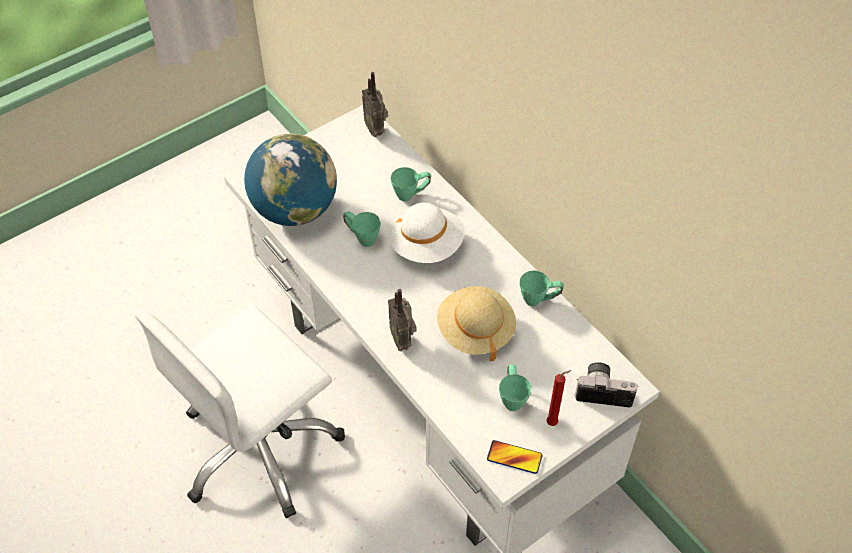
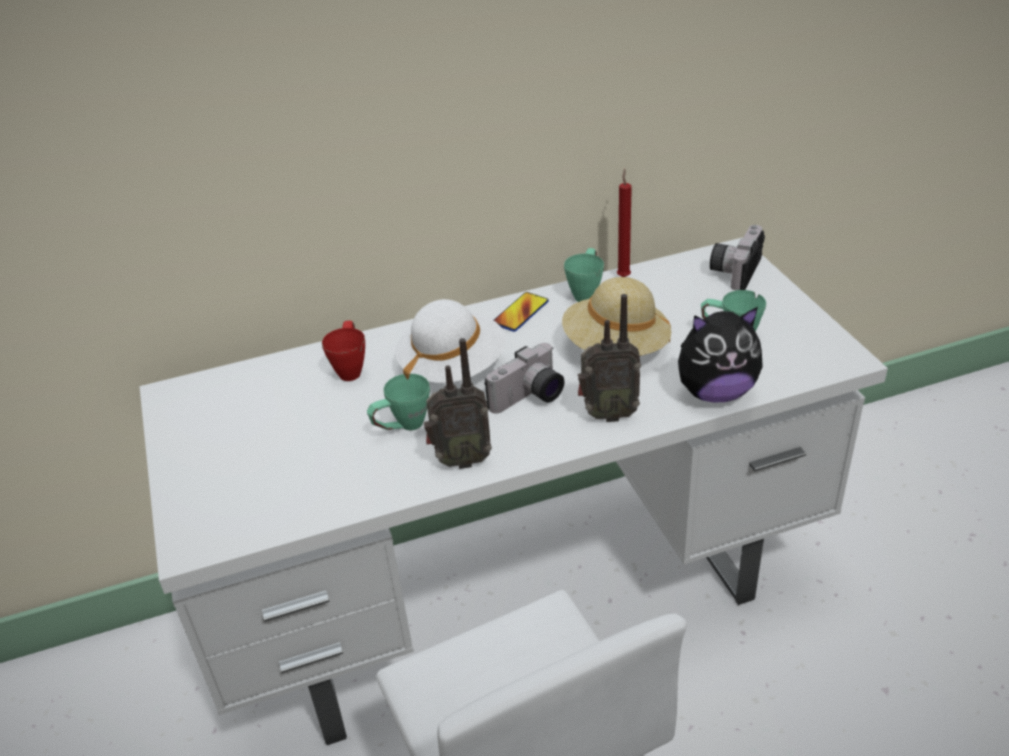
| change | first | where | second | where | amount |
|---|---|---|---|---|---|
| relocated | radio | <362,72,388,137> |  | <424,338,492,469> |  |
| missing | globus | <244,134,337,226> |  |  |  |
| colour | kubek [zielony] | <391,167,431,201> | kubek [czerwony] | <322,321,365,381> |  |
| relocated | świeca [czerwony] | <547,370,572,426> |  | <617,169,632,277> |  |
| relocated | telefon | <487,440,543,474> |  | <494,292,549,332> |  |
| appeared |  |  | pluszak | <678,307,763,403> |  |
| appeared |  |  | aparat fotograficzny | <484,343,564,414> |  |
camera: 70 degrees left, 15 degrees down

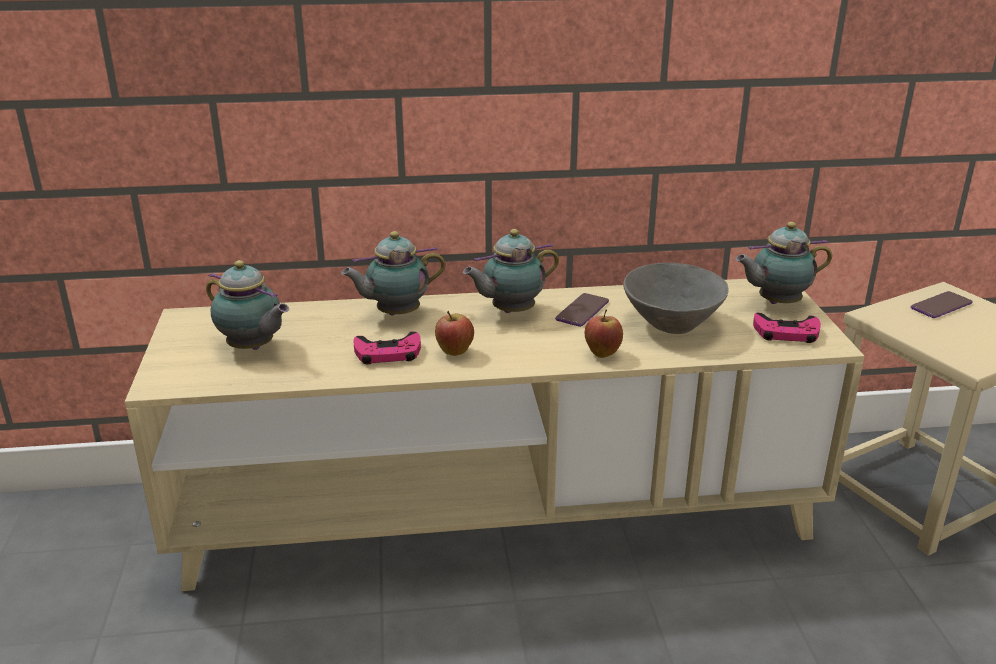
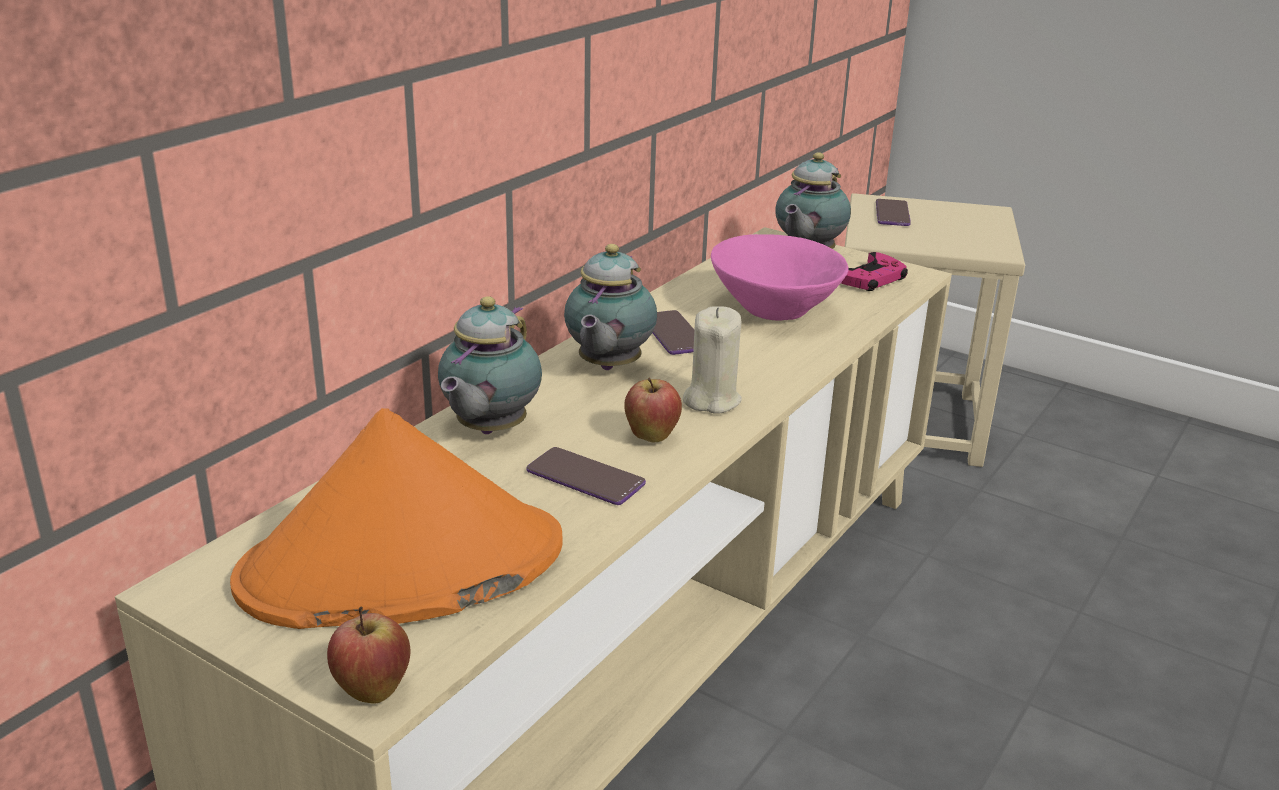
| change | first | where | second | where | amount |
|---|---|---|---|---|---|
| exchanged | imbryk | <206,260,289,350> | kapelusz [pomarańczowy] | <230,408,563,629> |  |
| colour | miska [szary] | <623,263,729,334> | miska [różowy] | <711,234,848,320> |  |
| relocated | jabłko | <585,309,623,358> |  | <327,606,410,704> |  |
| exchanged | pad do gier [różowy] | <354,331,421,364> | telefon | <526,447,646,505> |  |
| appeared |  |  | świeca [beżowy] | <683,306,742,414> |  |
camera: 50 degrees left, 0 degrees up

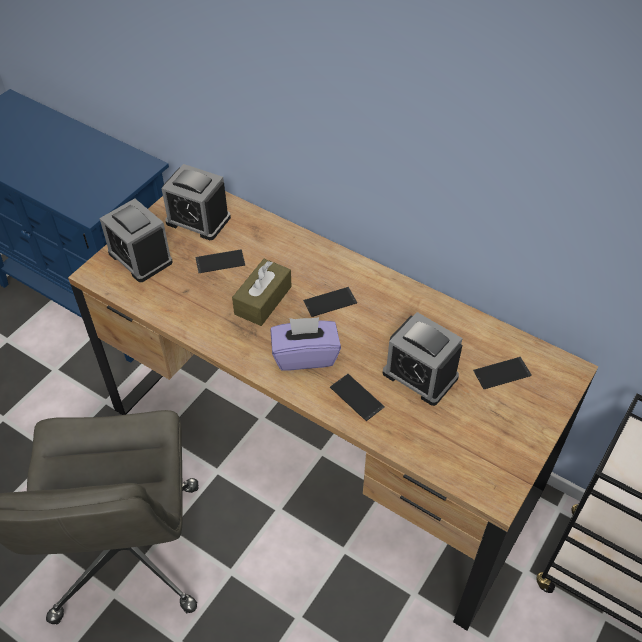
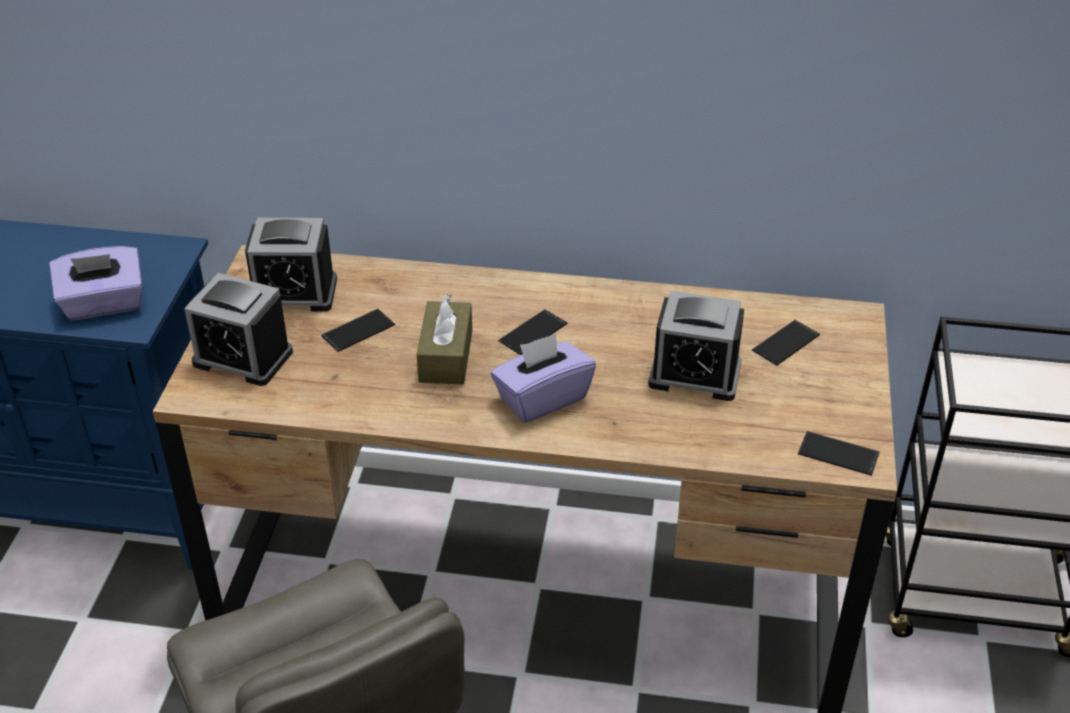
| change | first | where | second | where | amount |
|---|---|---|---|---|---|
| relocated | telefon | <330,374,385,421> |  | <798,431,880,476> |  |
| appeared |  |  | pudełko chusteczek [fioletowy] | <49,246,142,320> |  |
camera: 25 degrees left, 10 degrees down

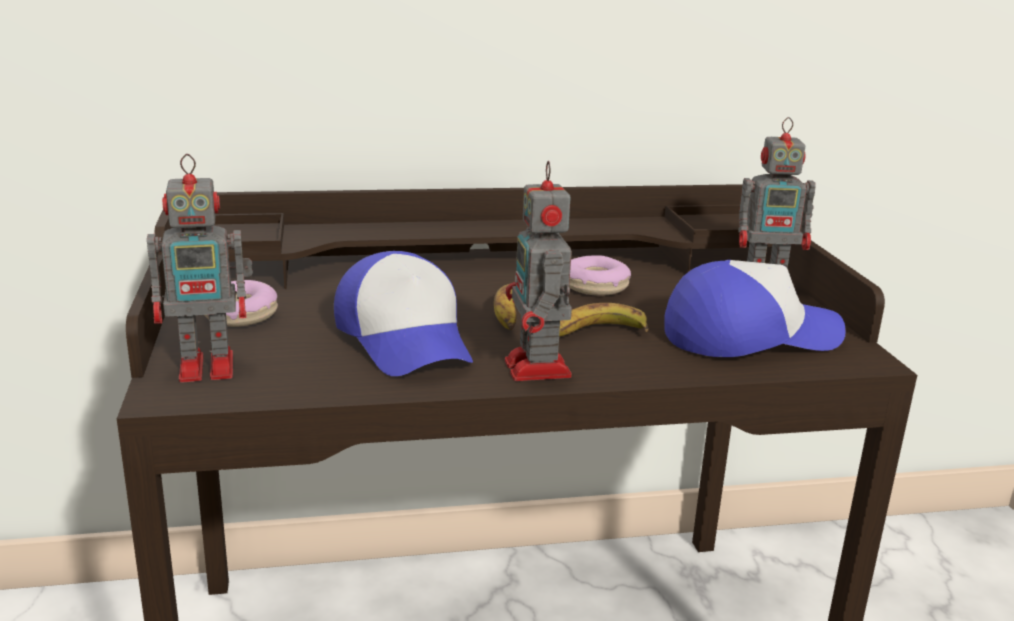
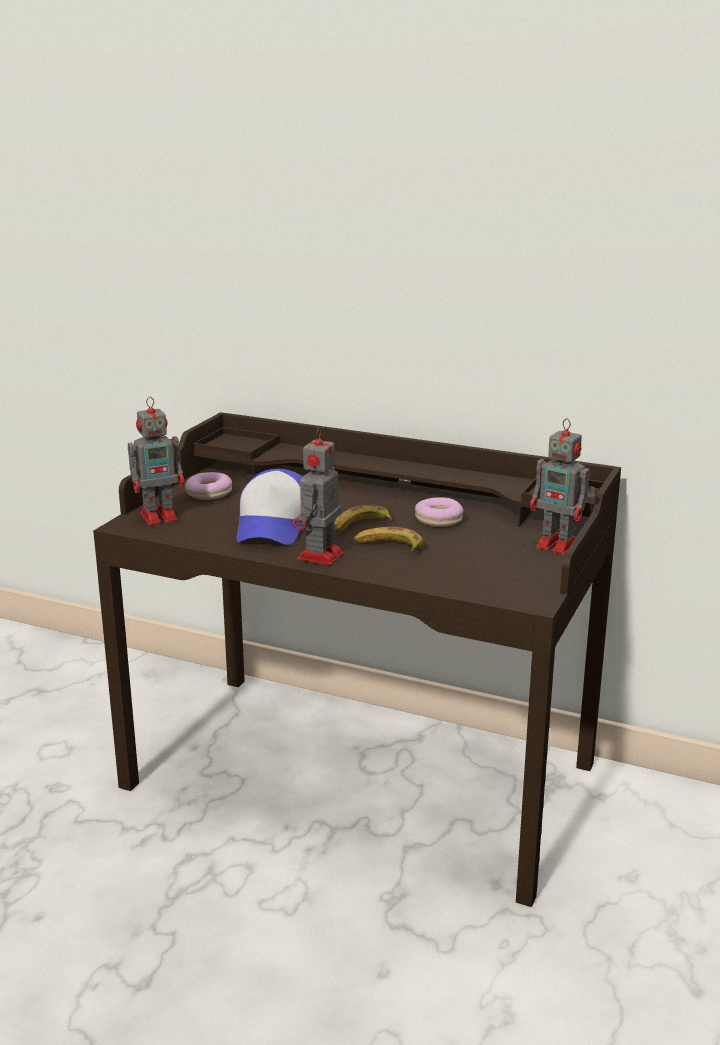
| change | first | where | second | where | amount |
|---|---|---|---|---|---|
| spun | robot zabawkowy | <147,154,253,383> |  | <128,397,184,525> | 45 degrees counterclockwise |
| missing | czapka z daszkiem | <664,260,845,357> |  |  |  |
camera: 35 degrees right, 0 degrees up

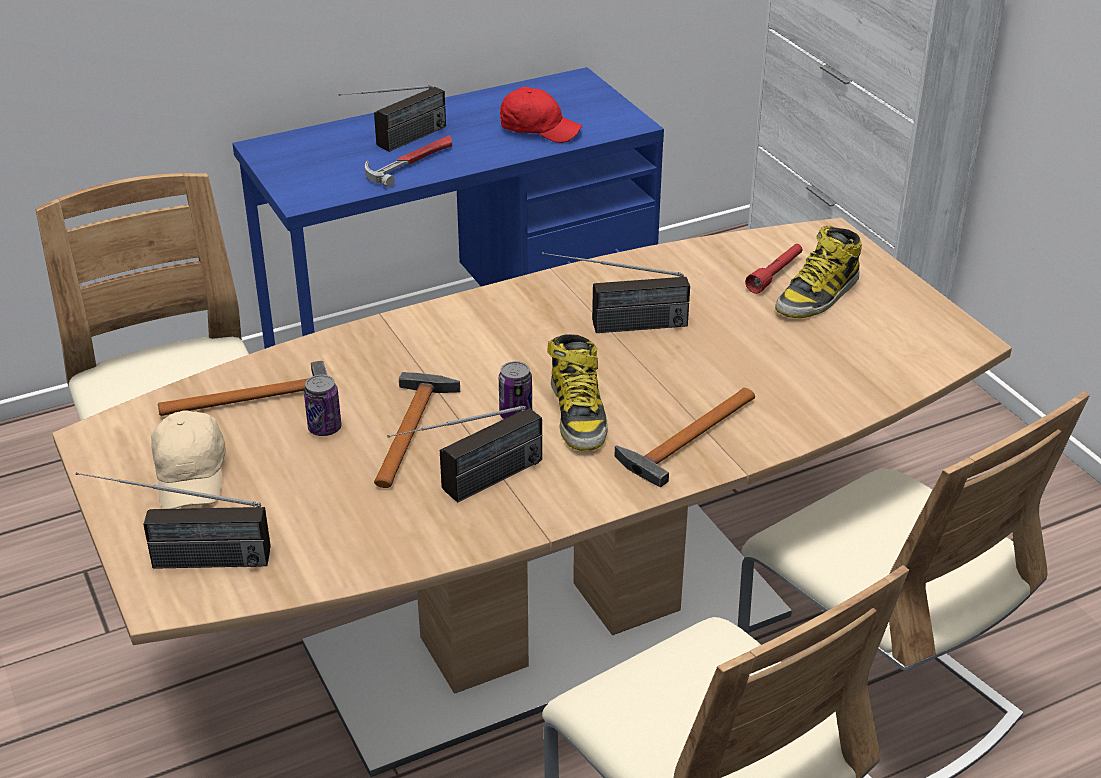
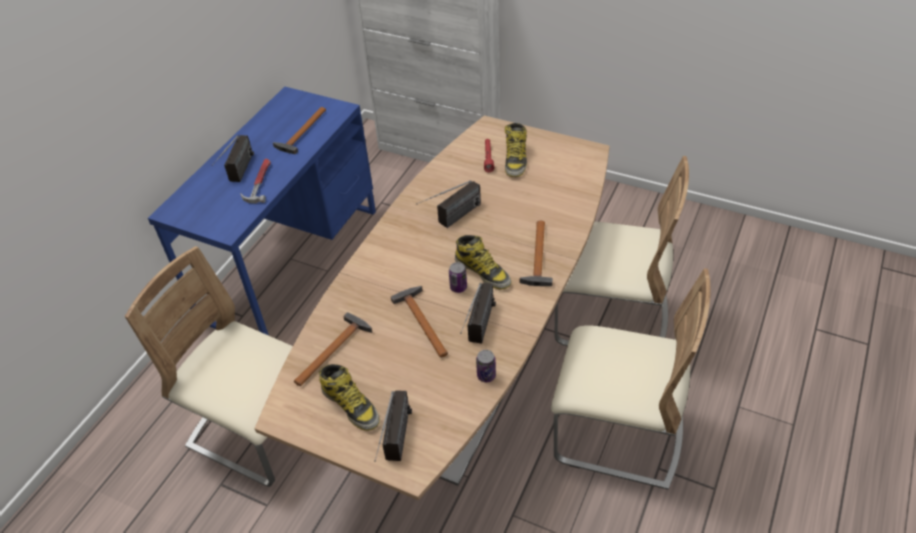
| change | first | where | second | where | amount |
|---|---|---|---|---|---|
| exchanged | czapka z daszkiem [czerwony] | <500,87,582,143> | młotek | <273,107,326,154> |  |
| relocated | puszka | <304,375,341,436> |  | <476,350,496,382> |  |
| exchanged | czapka z daszkiem [beżowy] | <151,410,226,509> | but z cholewką | <319,364,380,431> |  |
| spun | radio | <76,472,271,569> |  | <374,390,412,462> | 45 degrees counterclockwise |
camera: 35 degrees left, 10 degrees up

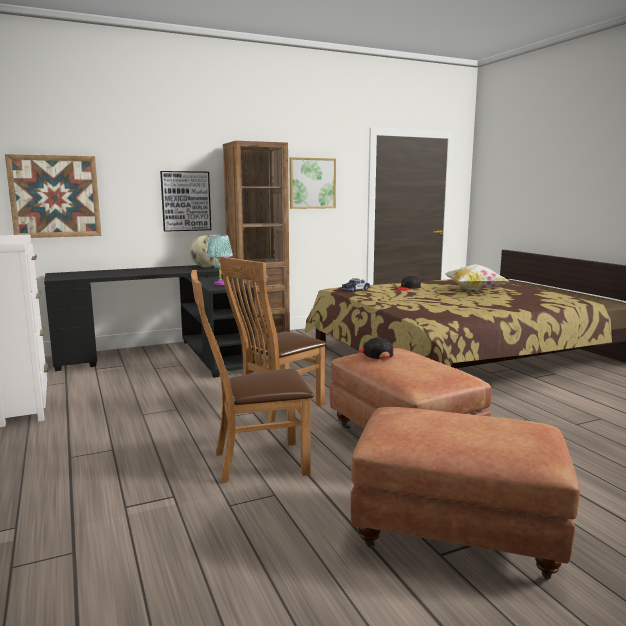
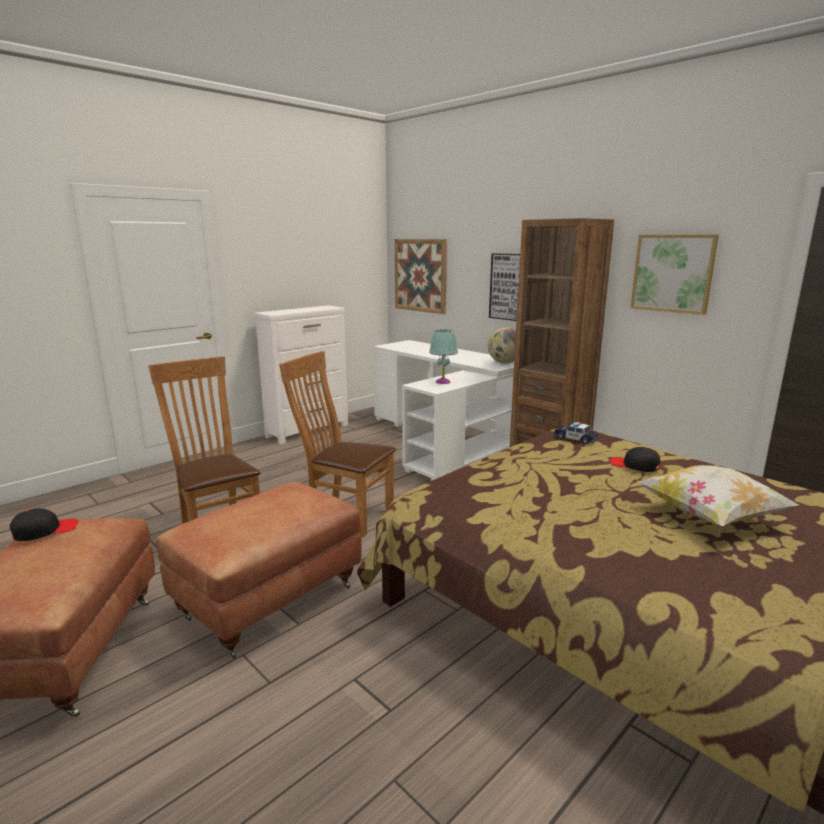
| change | first | where | second | where | amount |
|---|---|---|---|---|---|
| colour | biurko [czarny] | <44,265,255,378> | biurko [biały] | <373,340,514,481> |  |
| relocated | czapka z daszkiem [czarny] | <360,337,393,359> |  | <10,508,78,541> |  |
camera: 70 degrees right, 5 degrees up

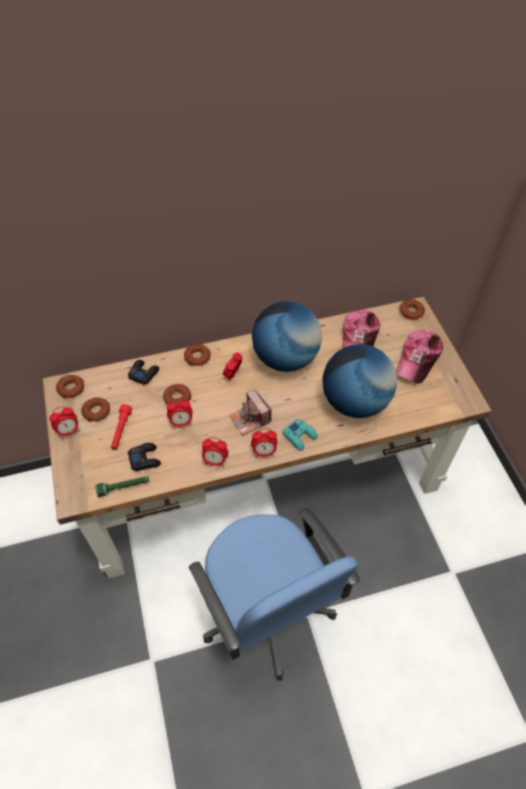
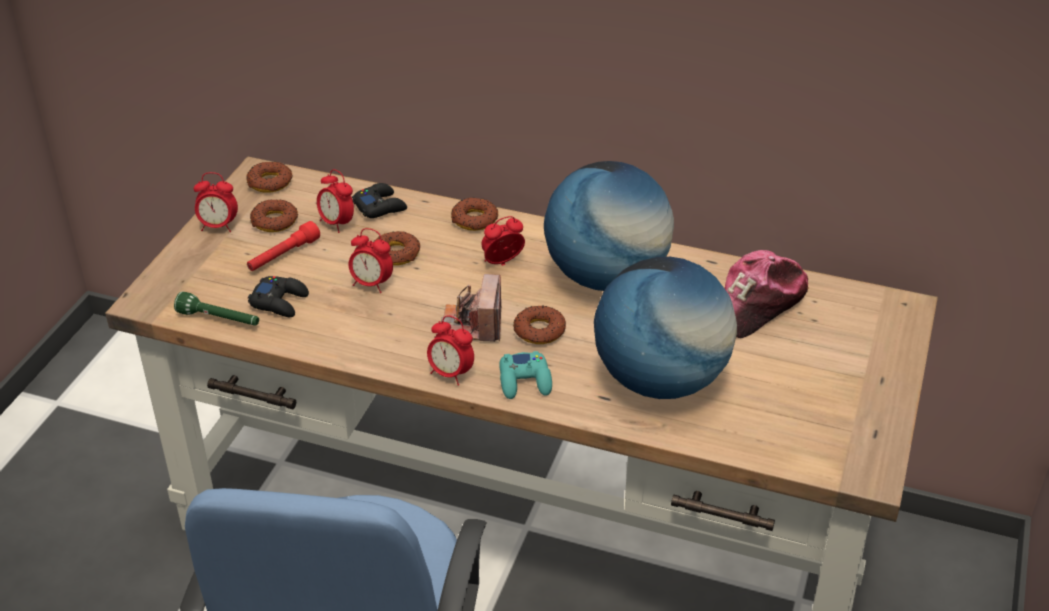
| change | first | where | second | where | amount |
|---|---|---|---|---|---|
| relocated | donut | <400,299,425,319> |  | <513,306,566,344> |  |
| missing | czapka z daszkiem | <396,330,443,384> |  |  |  |
| relocated | budzik | <202,437,228,467> |  | <317,169,354,233> |  |
camera: 35 degrees right, 15 degrees down

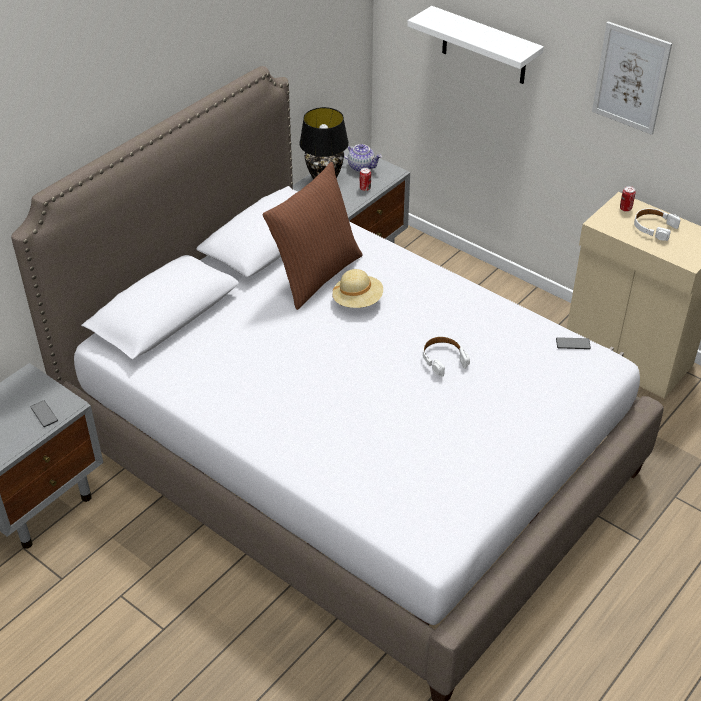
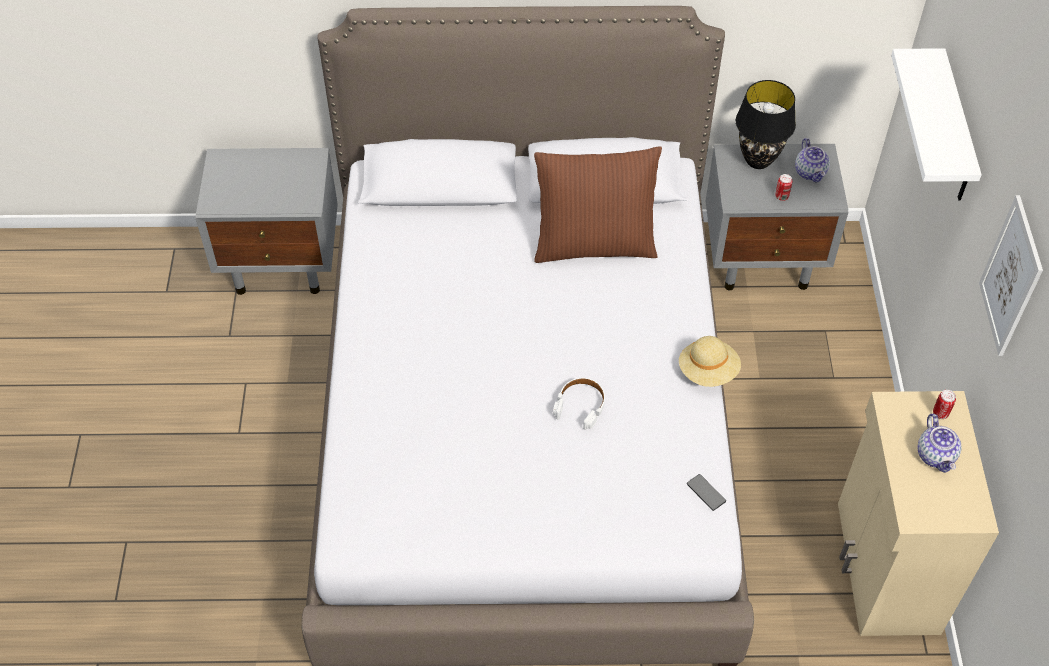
| change | first | where | second | where | amount |
|---|---|---|---|---|---|
| exchanged | słuchawki [biały] | <634,208,680,241> | imbryk | <917,414,961,473> |  |
| relocated | kapelusz [beżowy] | <333,269,383,308> |  | <679,336,741,387> |  |
| missing | telefon | <31,401,58,427> |  |  |  |
camera: 50 degrees right, 10 degrees up

